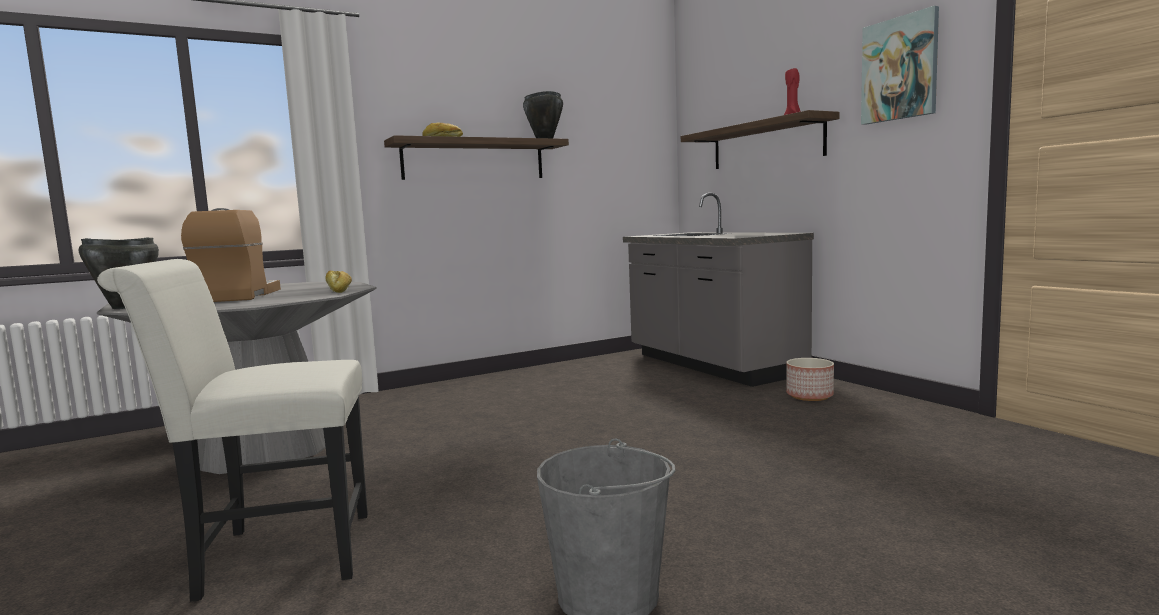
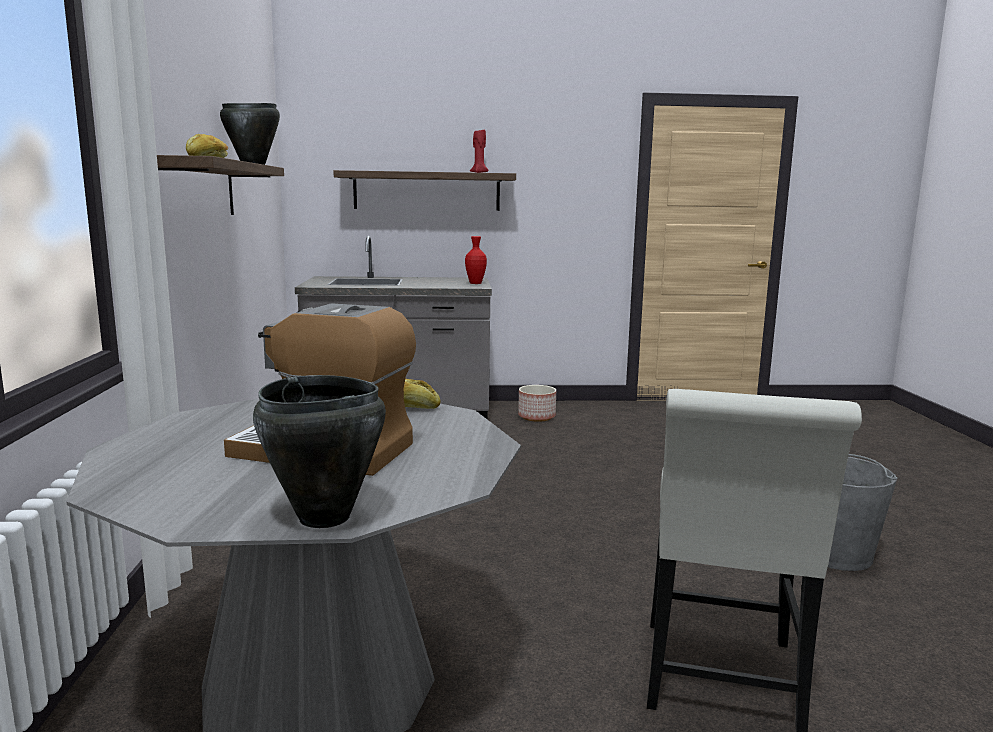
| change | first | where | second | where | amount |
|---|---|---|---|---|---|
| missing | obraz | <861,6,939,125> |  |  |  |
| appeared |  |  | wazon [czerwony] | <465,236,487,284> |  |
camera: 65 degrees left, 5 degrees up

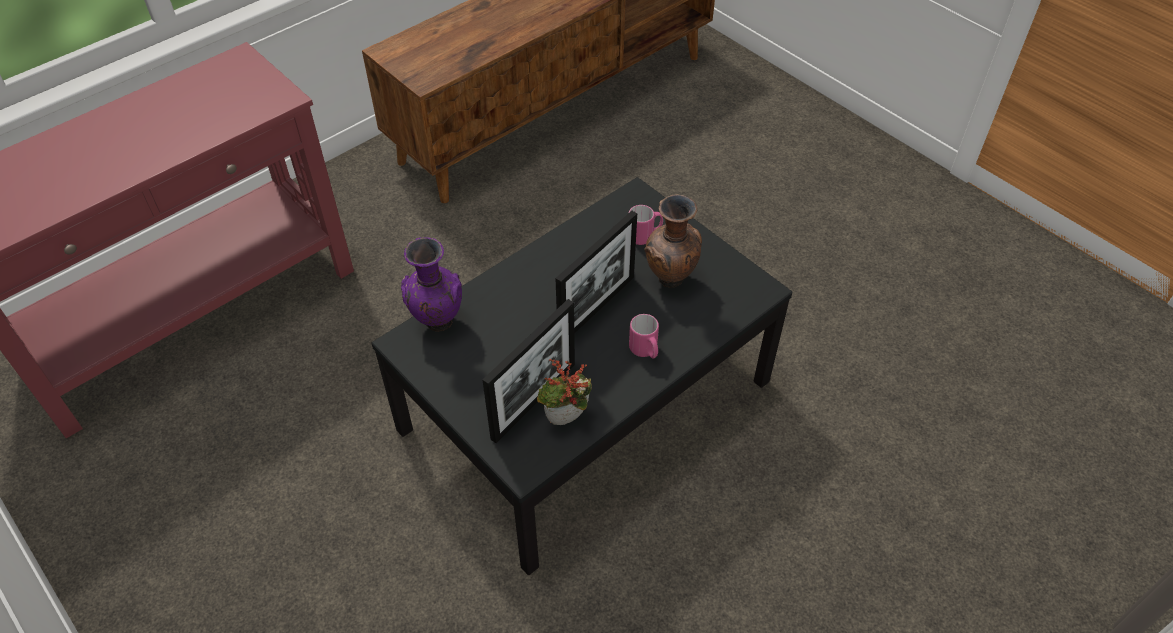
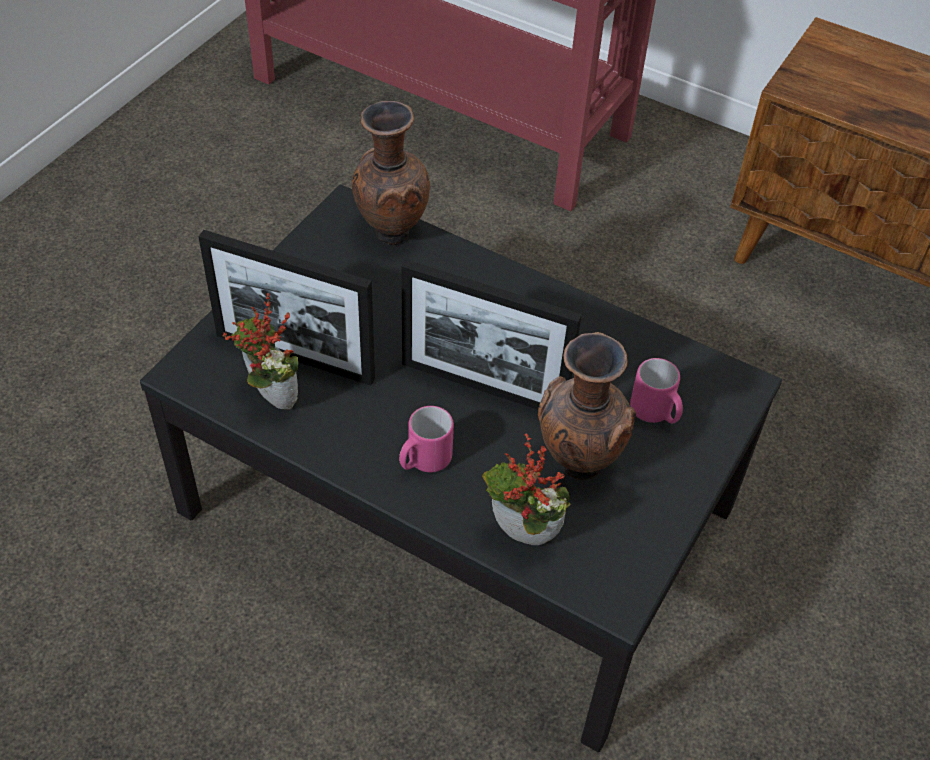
| change | first | where | second | where | amount |
|---|---|---|---|---|---|
| colour | wazon [fioletowy] | <401,237,462,331> | wazon [brązowy] | <352,101,430,245> |  |
| appeared |  |  | roślina doniczkowa | <482,433,571,545> |  |
camera: 70 degrees right, 0 degrees up

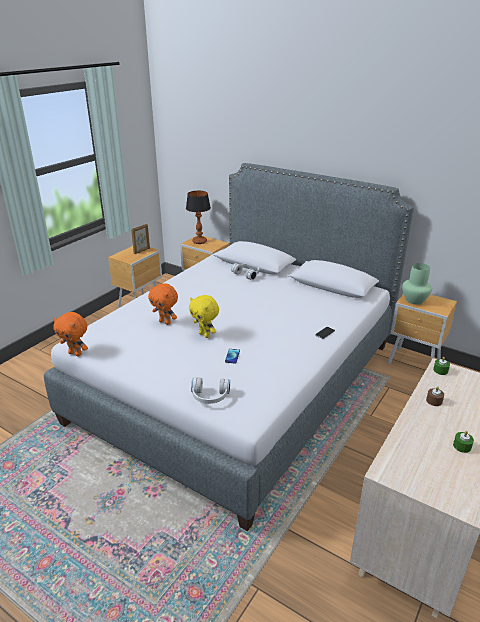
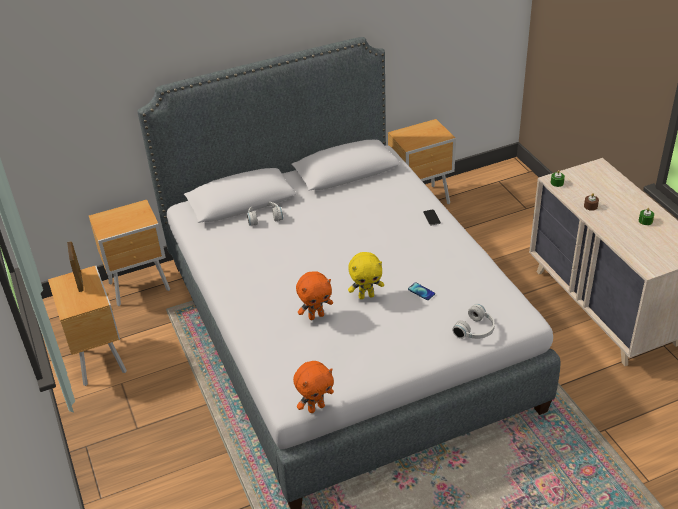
| change | first | where | second | where | amount |
|---|---|---|---|---|---|
| missing | lampa stołowa | <186,191,211,244> |  |  |  |
| missing | wazon [zielony] | <402,263,432,305> |  |  |  |
camera: 55 degrees left, 10 degrees up

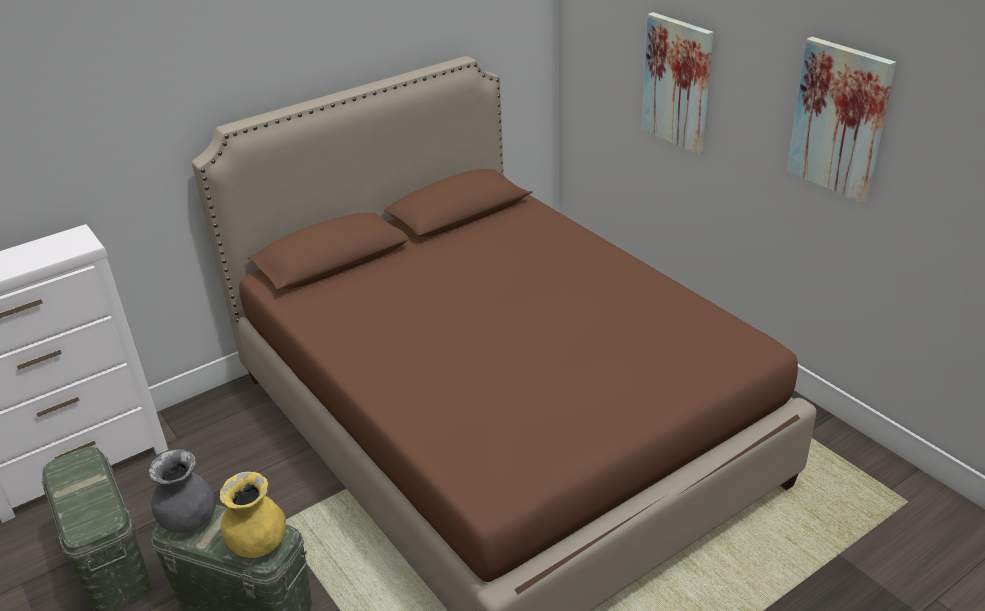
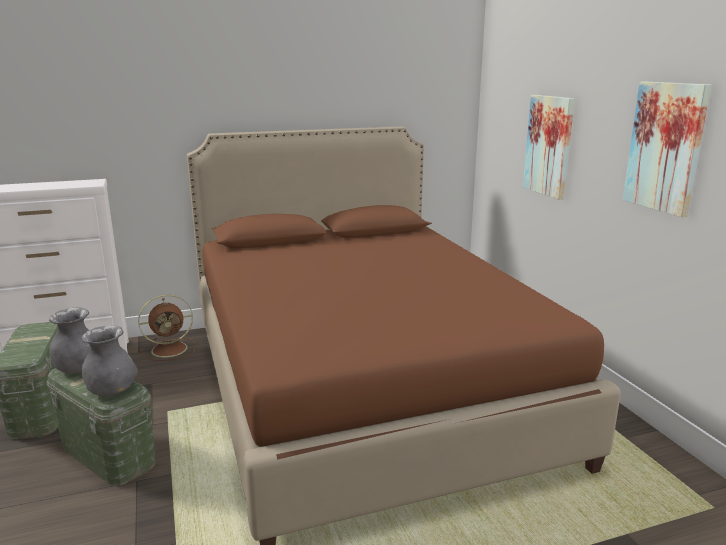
| change | first | where | second | where | amount |
|---|---|---|---|---|---|
| colour | wazon [żółty] | <220,472,286,558> | wazon [szary] | <81,325,138,396> |  |
| appeared |  |  | wentylator [brązowy] | <138,295,196,361> |  |
camera: 15 degrees right, 15 degrees down

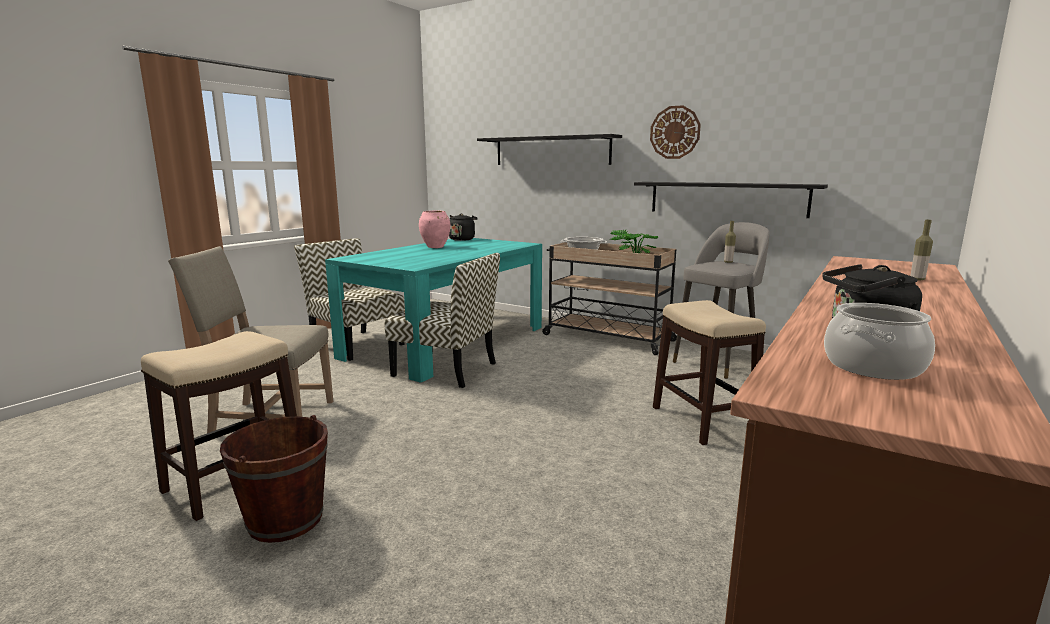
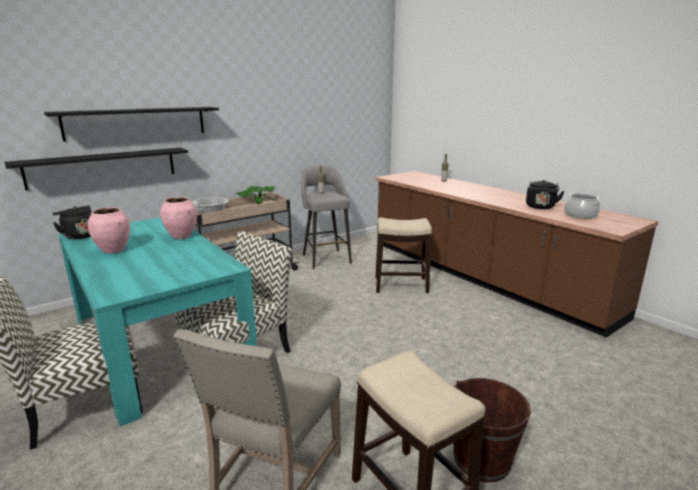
| change | first | where | second | where | amount |
|---|---|---|---|---|---|
| missing | zegar ścienny | <650,105,701,159> |  |  |  |
| relocated | półka [czarny] | <634,182,828,218> |  | <5,148,188,190> |  |
| appeared |  |  | wazon [różowy] | <160,197,197,239> |  |
camera: 70 degrees left, 5 degrees up

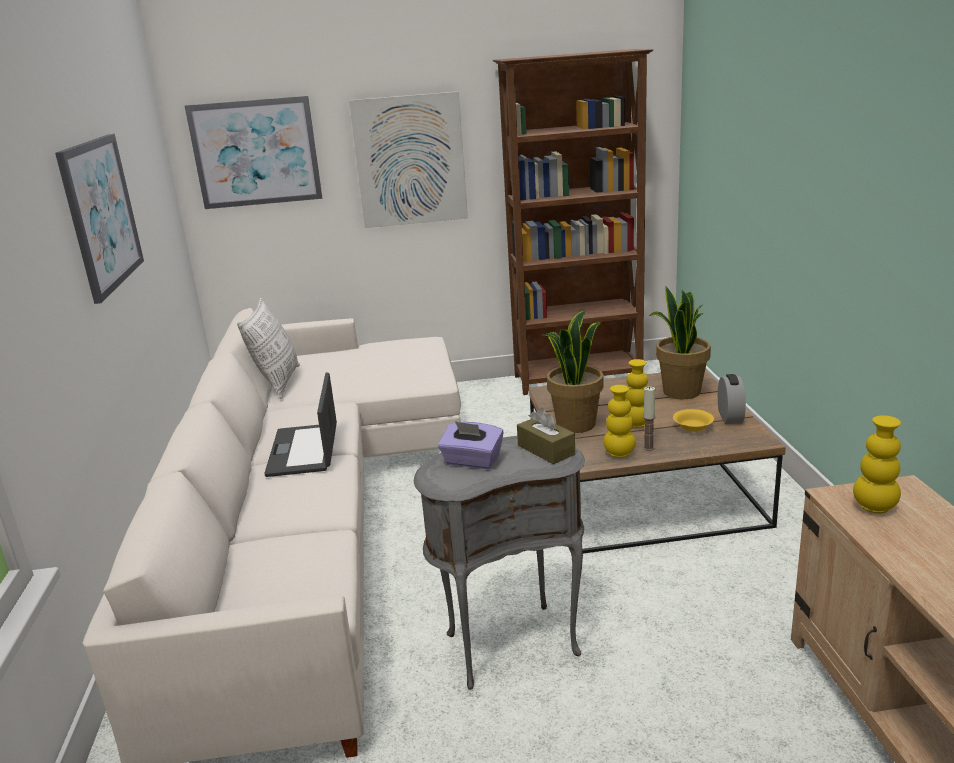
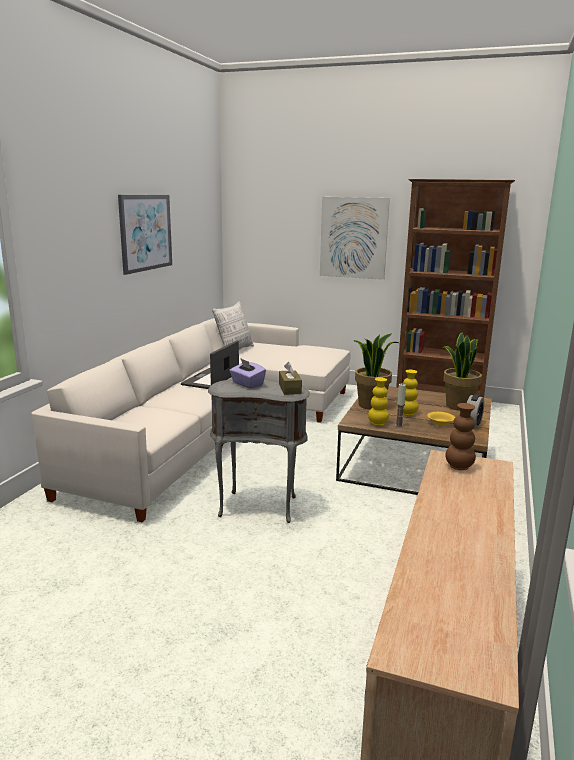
| change | first | where | second | where | amount |
|---|---|---|---|---|---|
| missing | obraz | <185,96,322,209> |  |  |  |
| colour | wazon [żółty] | <853,415,901,513> | wazon [brązowy] | <445,403,476,470> |  |
camera: 25 degrees right, 5 degrees down

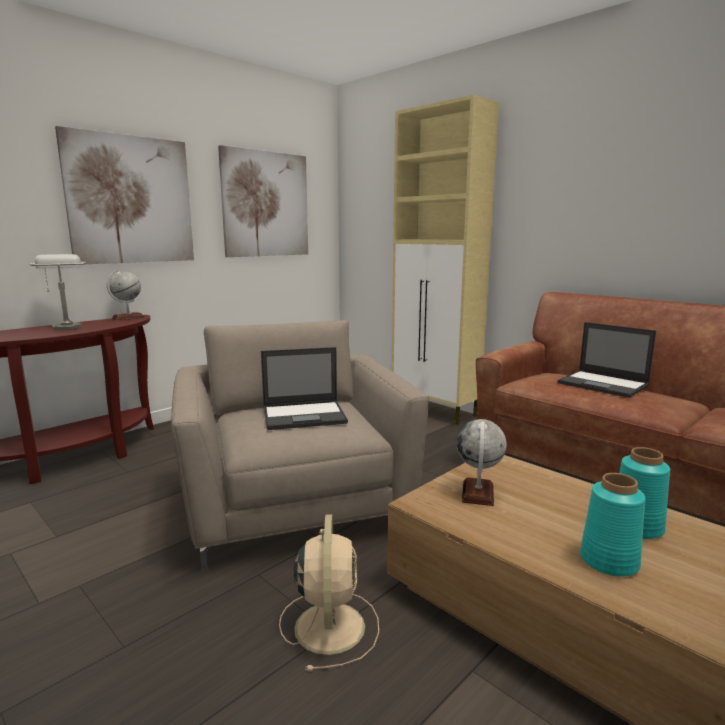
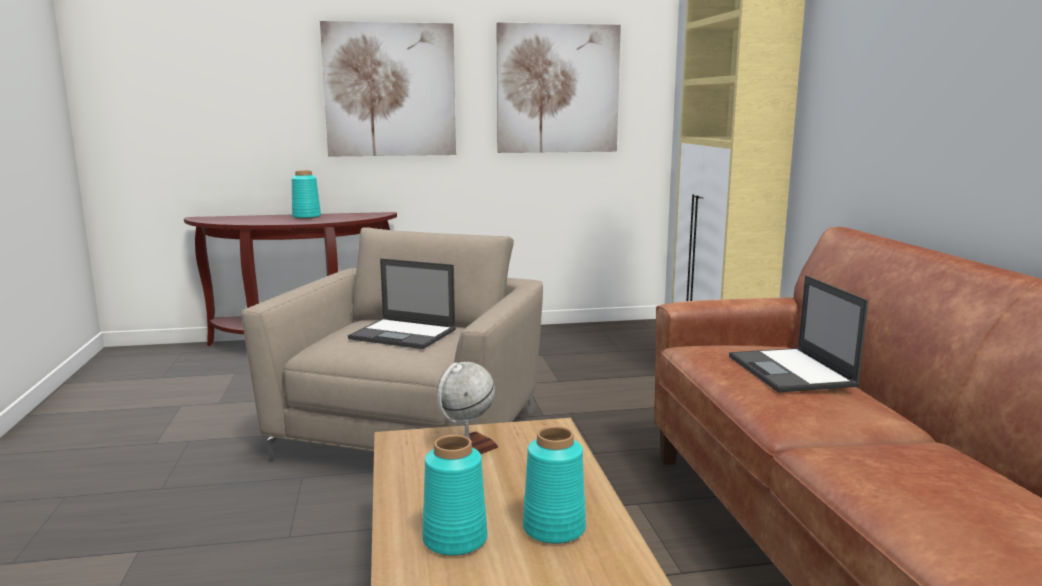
| change | first | where | second | where | amount |
|---|---|---|---|---|---|
| exchanged | lampa stołowa [szary] | <30,254,86,331> | wazon [turkusowy] | <292,170,321,219> |  |
| missing | globus | <107,270,145,320> |  |  |  |
| missing | wentylator [beżowy] | <279,514,379,671> |  |  |  |
camera: 35 degrees right, 0 degrees up

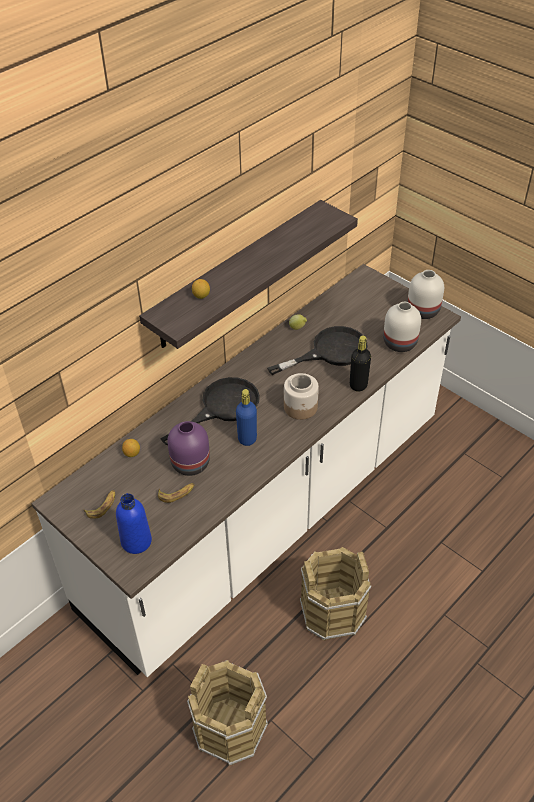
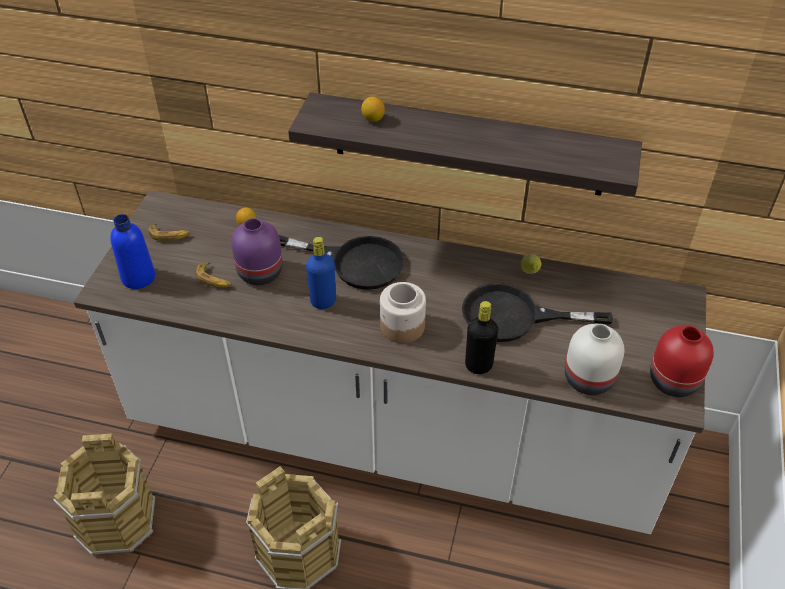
| change | first | where | second | where | amount |
|---|---|---|---|---|---|
| colour | wazon [biały] | <407,270,444,319> | wazon [czerwony] | <650,326,714,397> |  |
| spun | patelnia [czarny] | <267,326,368,375> |  | <462,283,613,342> | 150 degrees clockwise |
camera: 60 degrees right, 0 degrees up

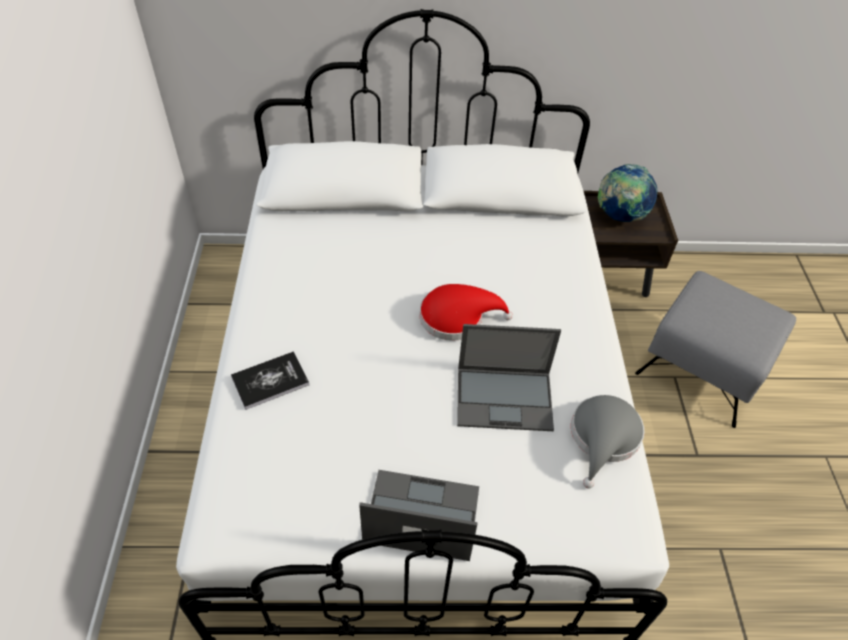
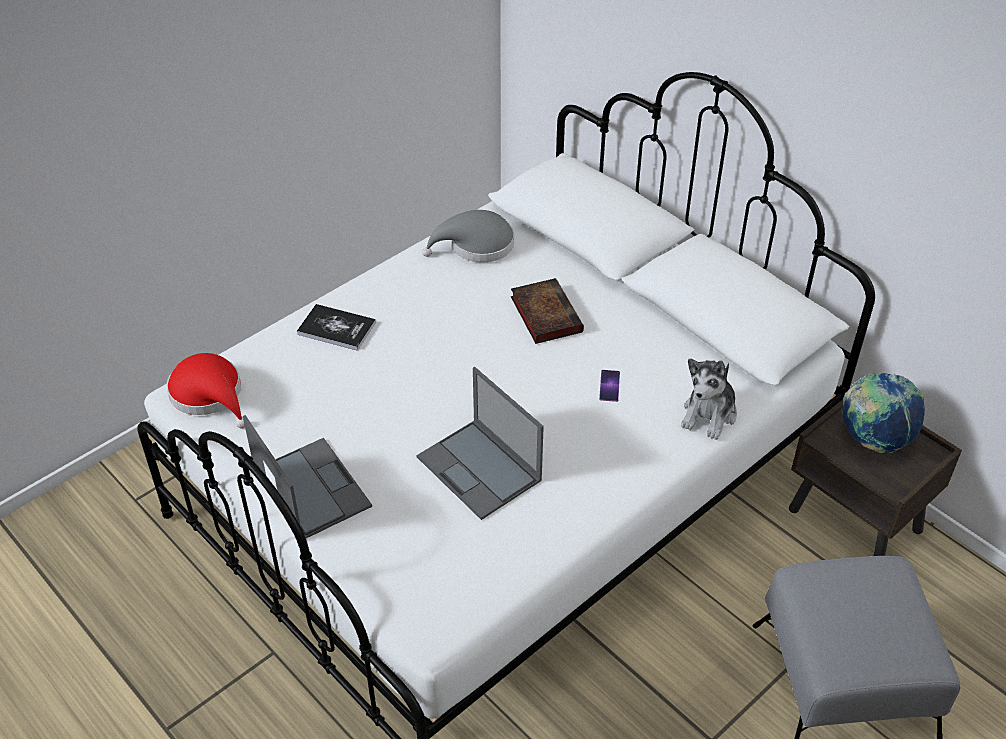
| change | first | where | second | where | amount |
|---|---|---|---|---|---|
| relocated | kapelusz [czerwony] | <419,284,513,341> |  | <167,353,245,429> |  |
| relocated | kapelusz [szary] | <571,395,645,489> |  | <422,210,514,262> |  |
| appeared |  |  | książka | <511,278,584,344> |  |
| appeared |  |  | pluszak | <681,359,737,440> |  |
| appeared |  |  | telefon | <599,370,620,402> |  |
camera: 50 degrees right, 5 degrees down

